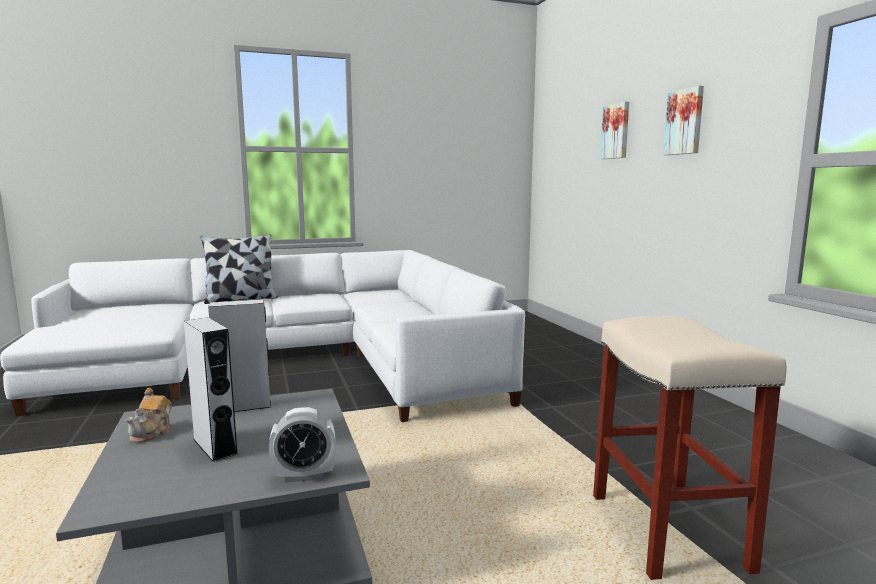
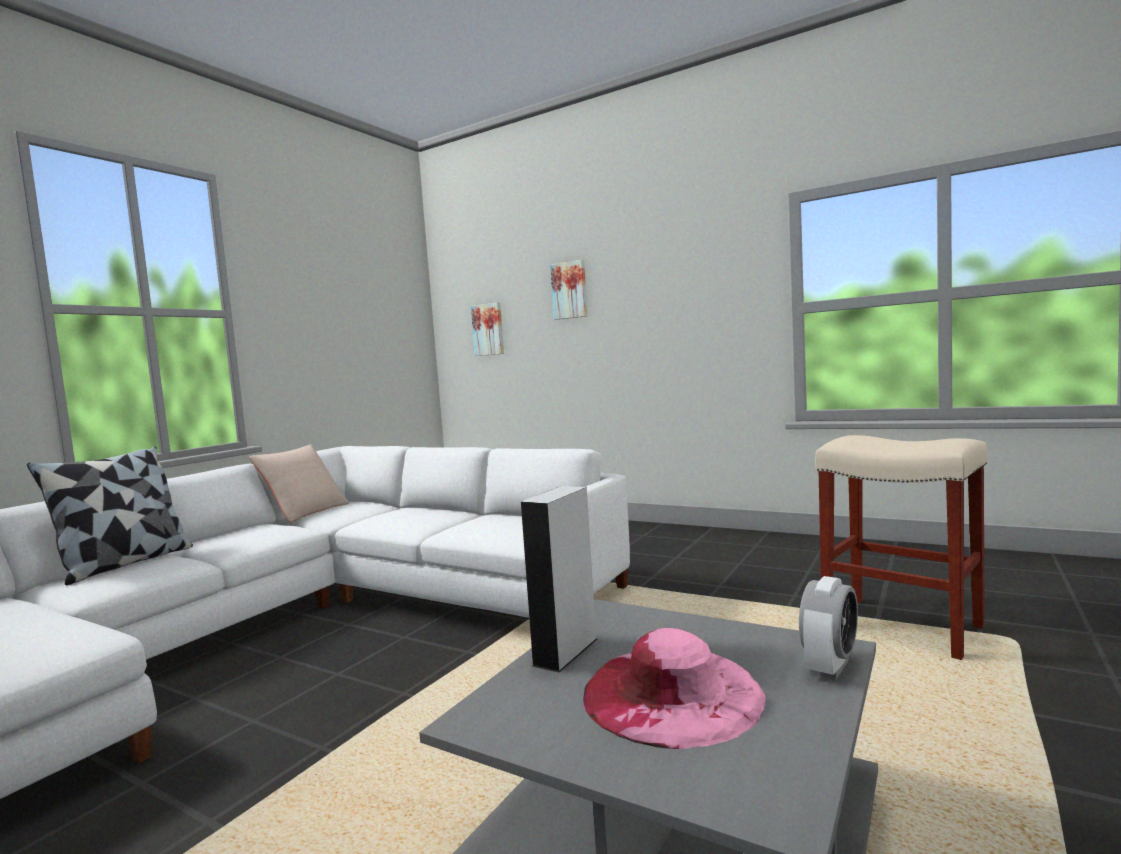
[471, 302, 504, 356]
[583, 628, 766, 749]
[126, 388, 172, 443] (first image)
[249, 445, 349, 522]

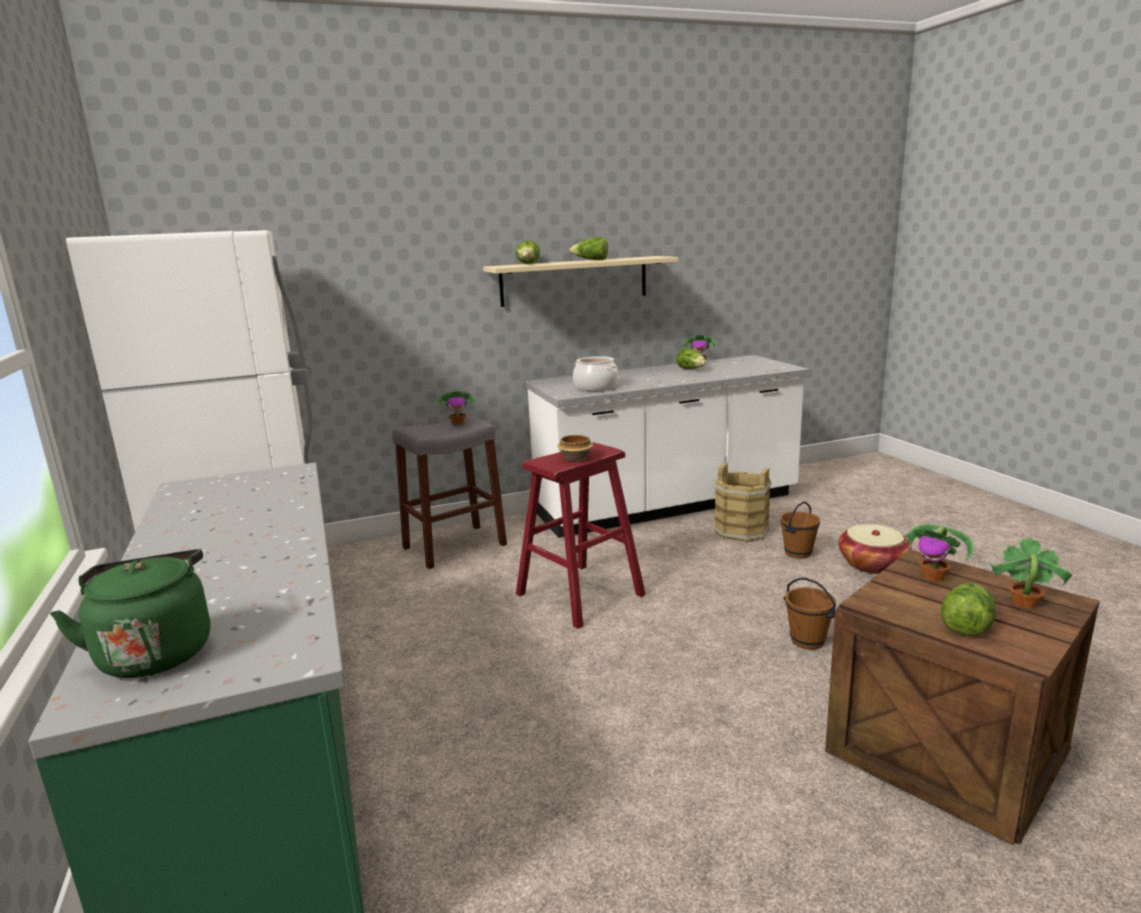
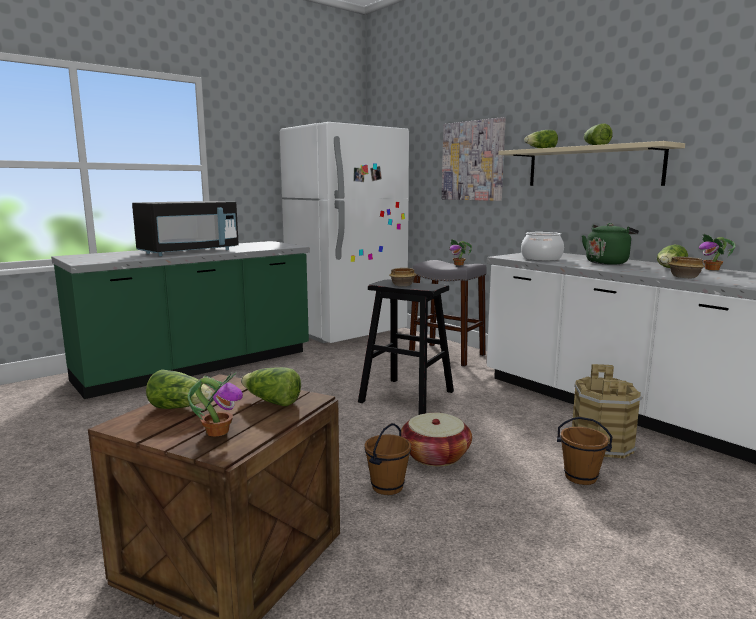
[358, 280, 454, 415]
[401, 413, 472, 466]
[241, 367, 301, 406]
[582, 223, 639, 265]
[442, 117, 506, 201]
[132, 201, 239, 256]
[668, 256, 705, 278]

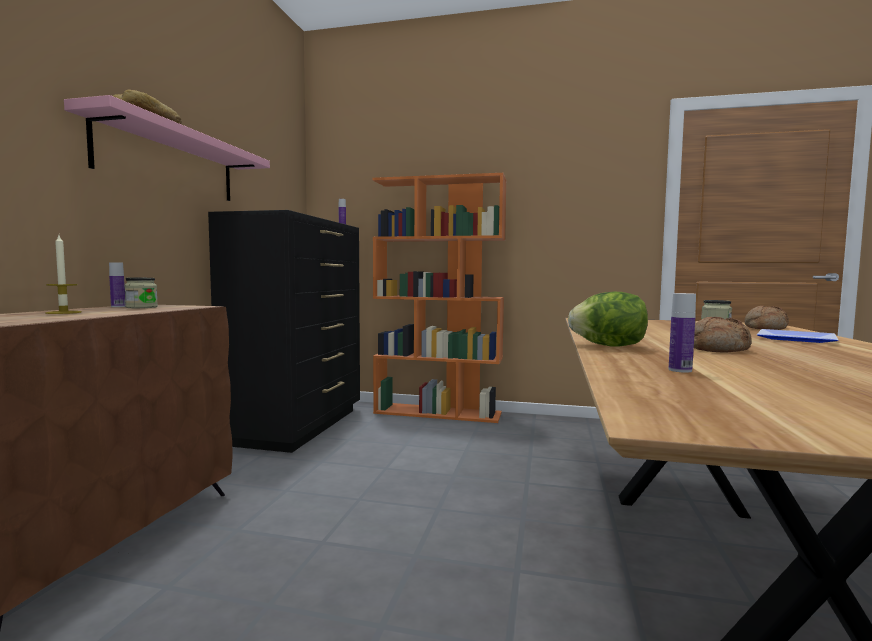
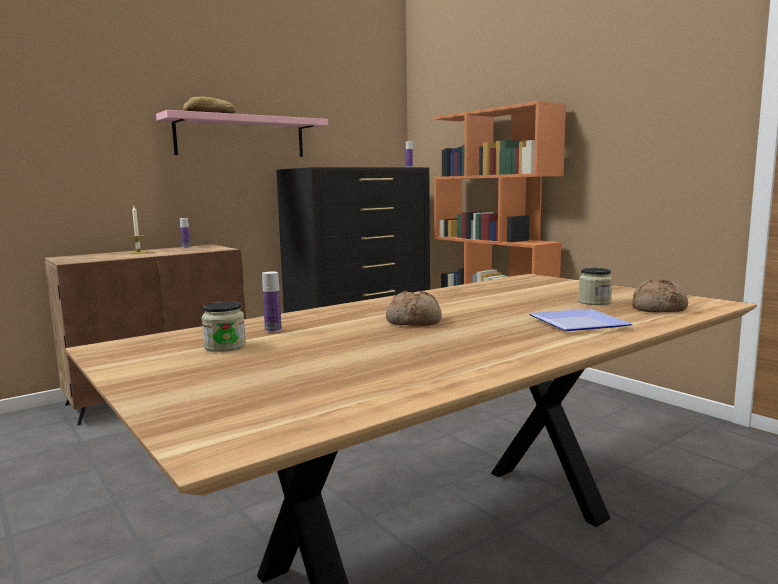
[202, 301, 246, 352]
[568, 292, 648, 347] (first image)

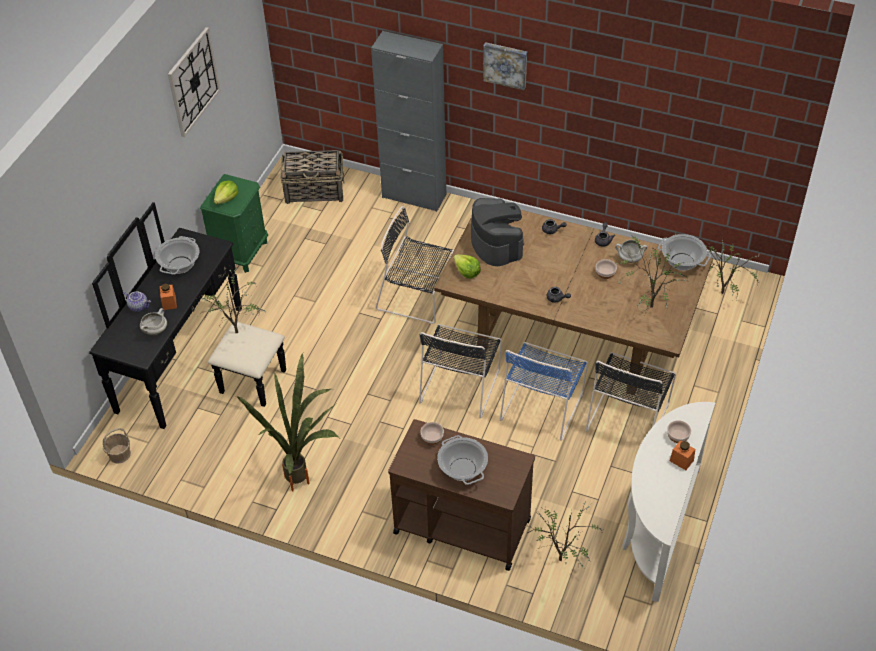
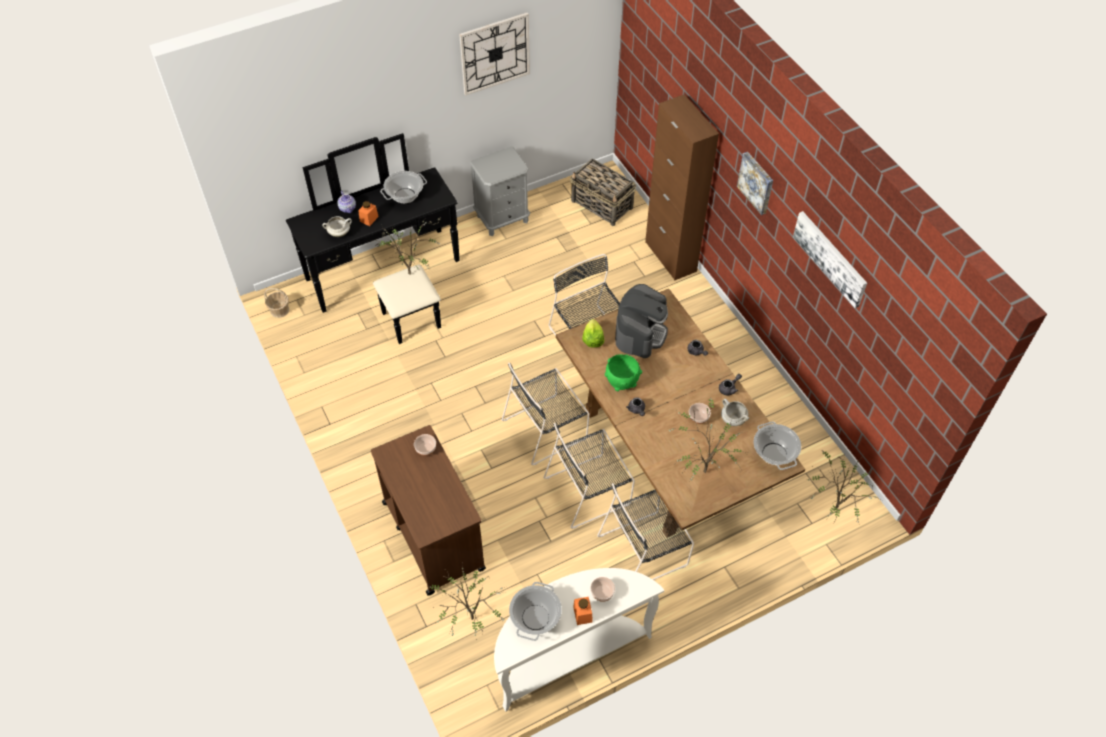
[645, 95, 719, 281]
[469, 146, 530, 236]
[214, 180, 238, 204] (first image)
[544, 423, 635, 529]
[236, 353, 338, 491] (first image)
[509, 582, 562, 641]
[793, 211, 867, 308]
[605, 354, 642, 391]

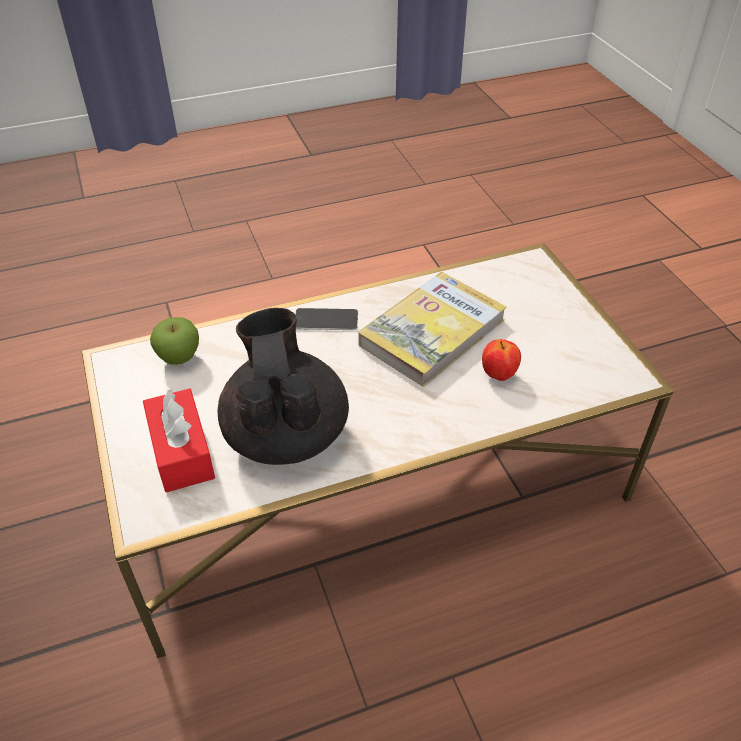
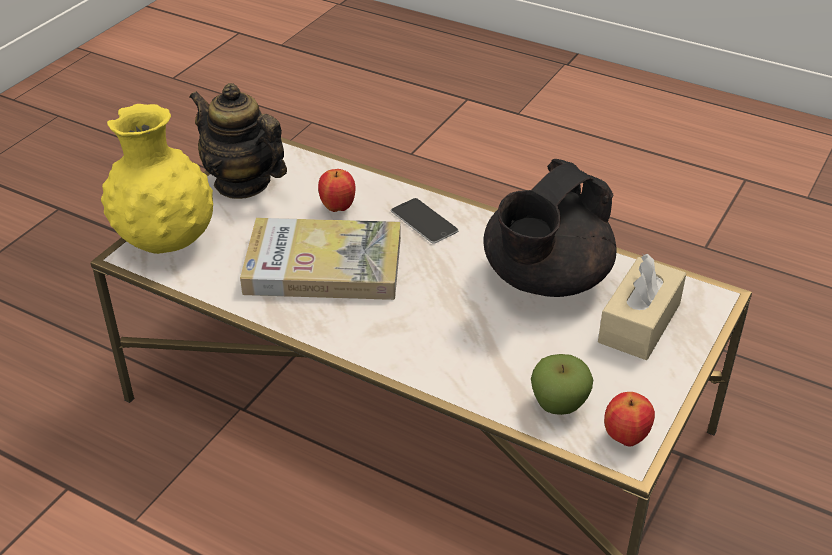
[391, 198, 459, 244]
[598, 254, 686, 360]
[189, 83, 287, 199]
[101, 104, 213, 254]
[604, 392, 655, 446]

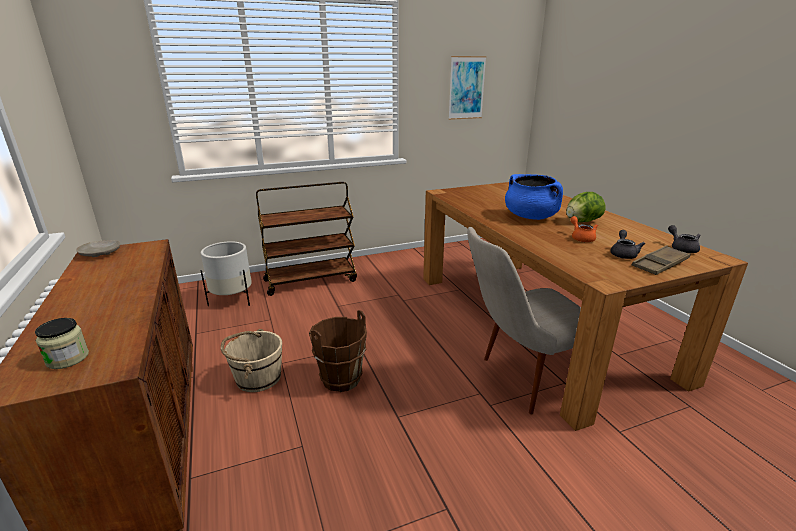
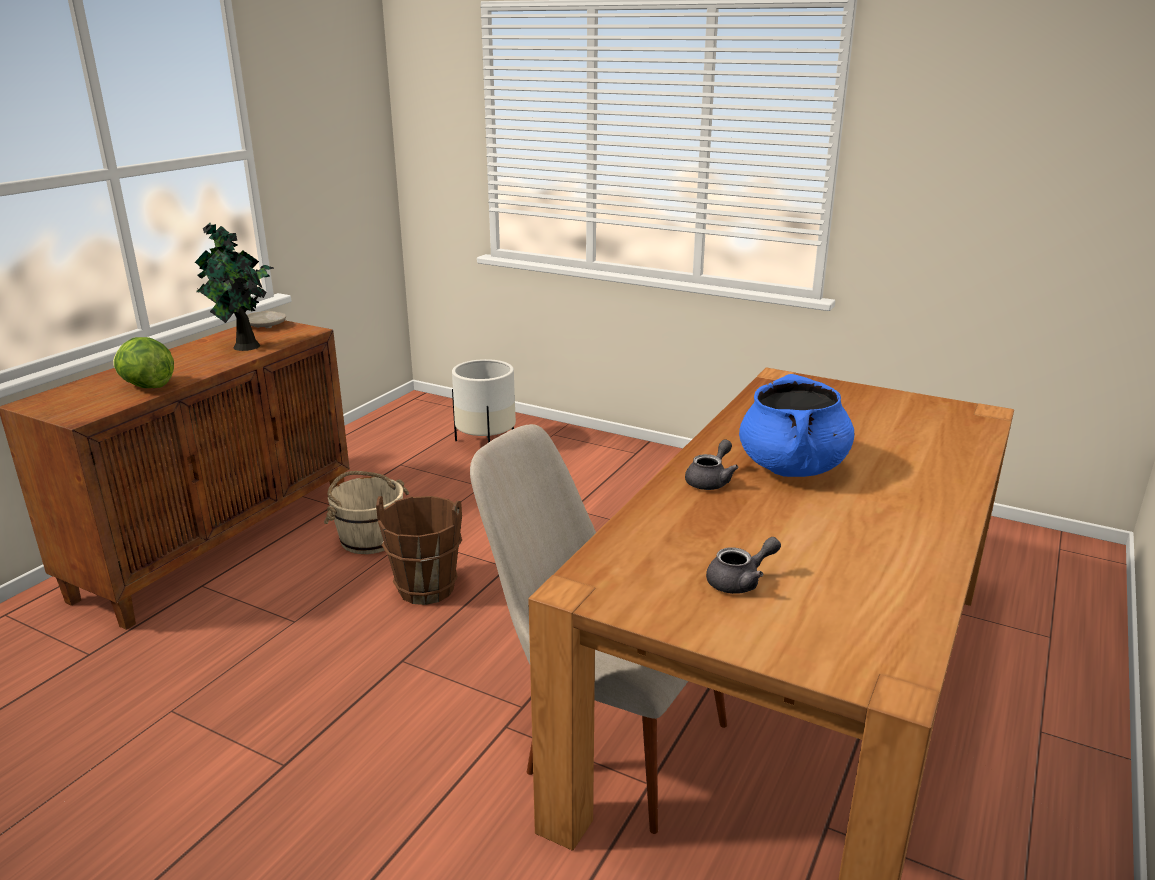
[448, 56, 486, 120] (first image)
[256, 182, 357, 296] (first image)
[113, 337, 174, 388]
[570, 216, 598, 242] (first image)
[685, 440, 739, 490]
[632, 245, 691, 275] (first image)
[35, 318, 89, 369] (first image)
[195, 223, 274, 351]

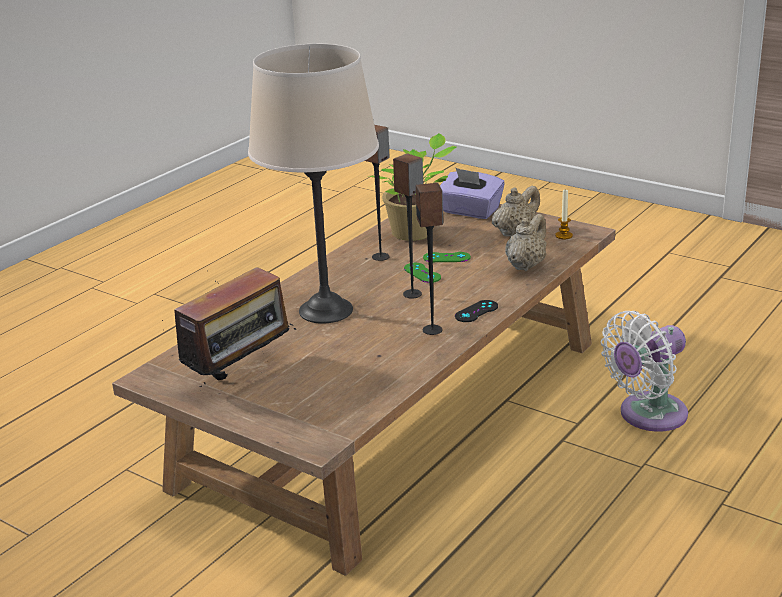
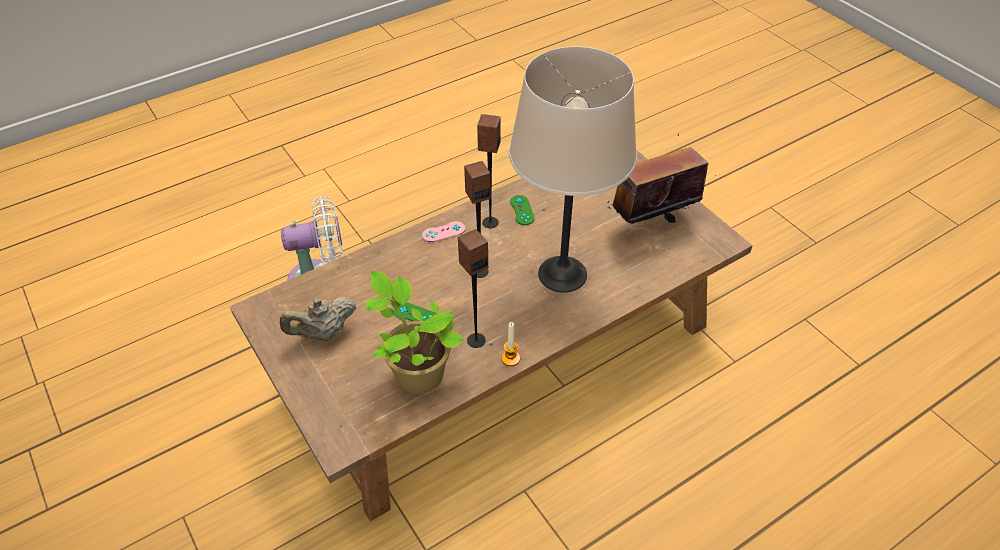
[440, 168, 505, 219] (first image)
[501, 322, 520, 366]
[505, 214, 547, 271] (first image)
[510, 195, 535, 225]
[422, 221, 465, 242]

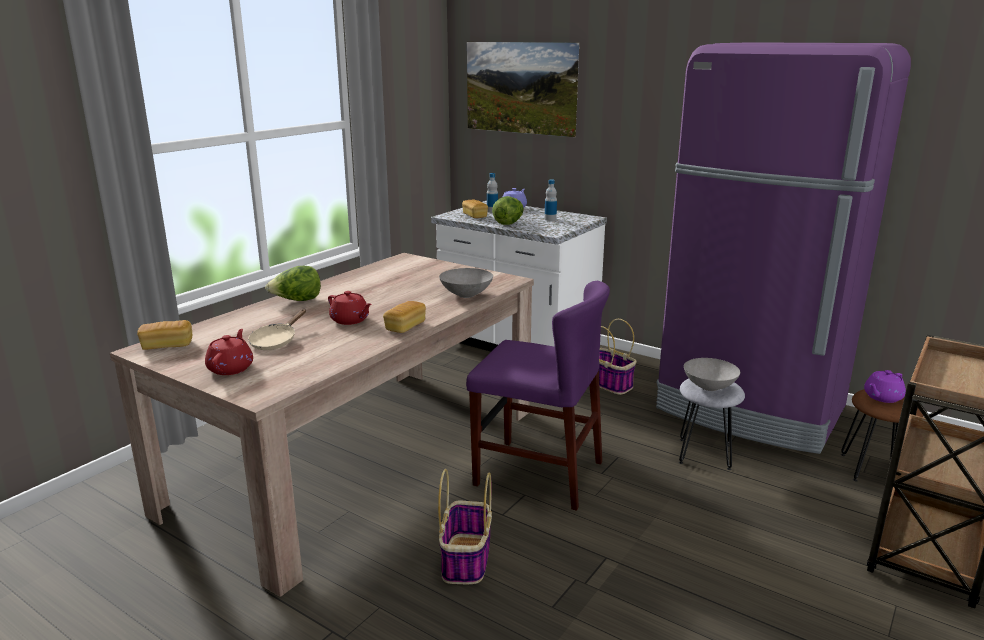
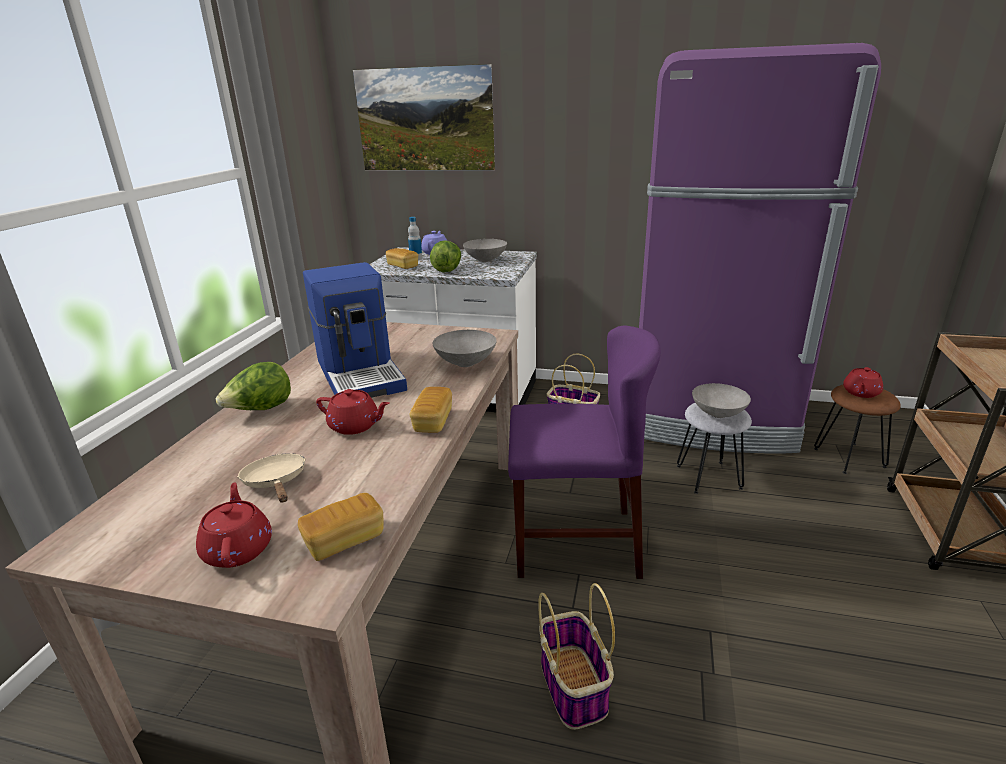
[463, 239, 507, 262]
[237, 453, 306, 503]
[298, 493, 384, 561]
[843, 367, 883, 398]
[303, 262, 407, 398]

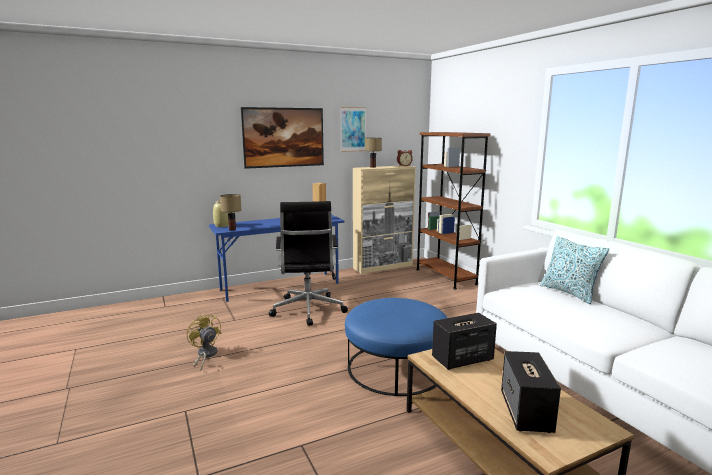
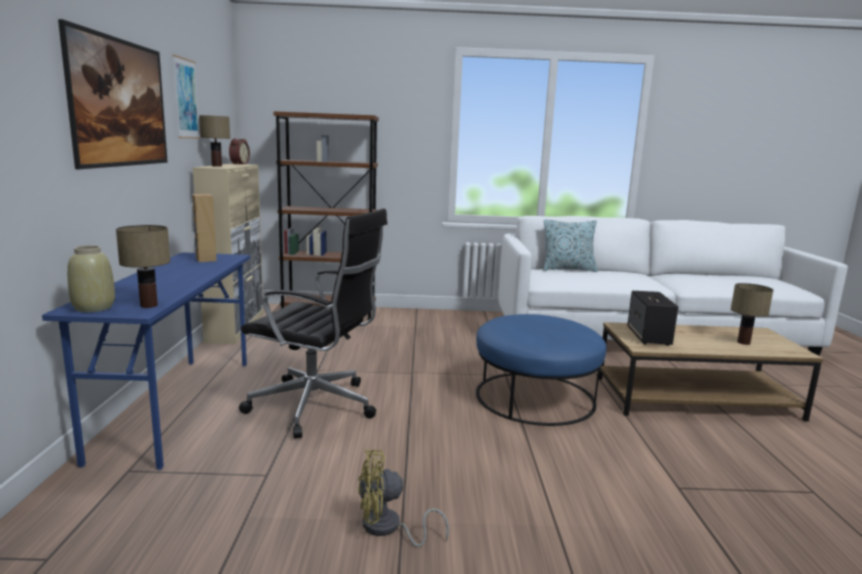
[731, 283, 773, 345]

